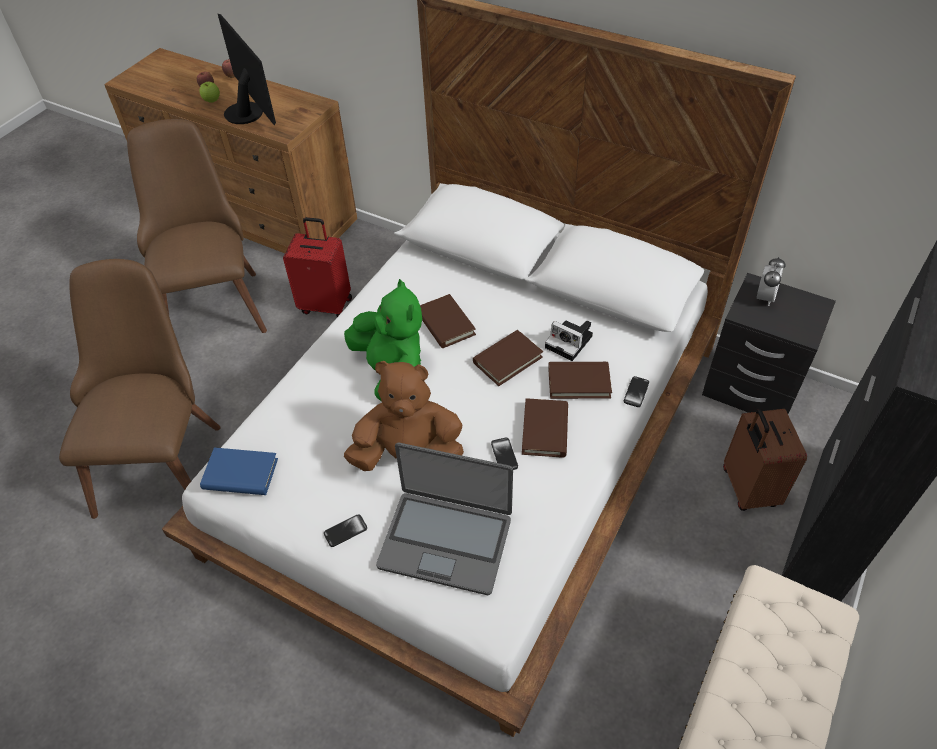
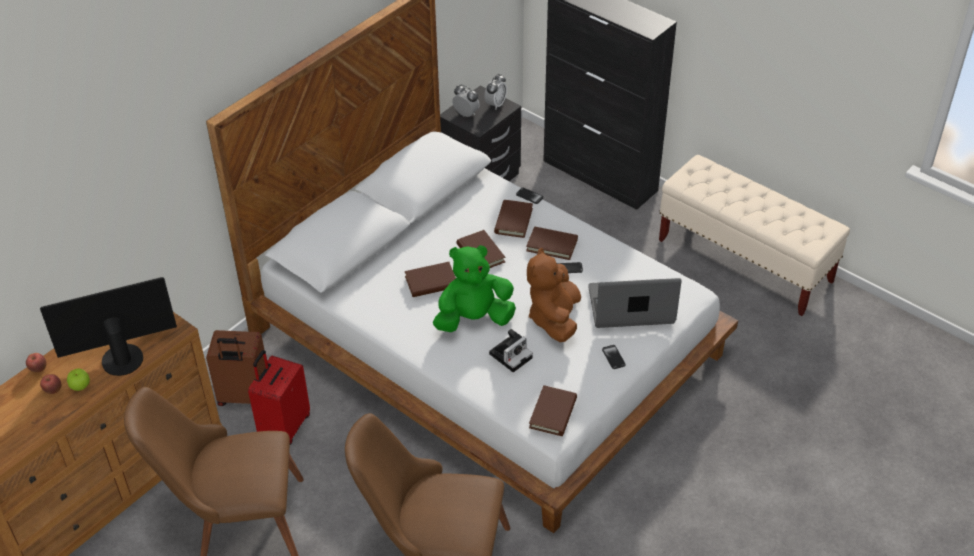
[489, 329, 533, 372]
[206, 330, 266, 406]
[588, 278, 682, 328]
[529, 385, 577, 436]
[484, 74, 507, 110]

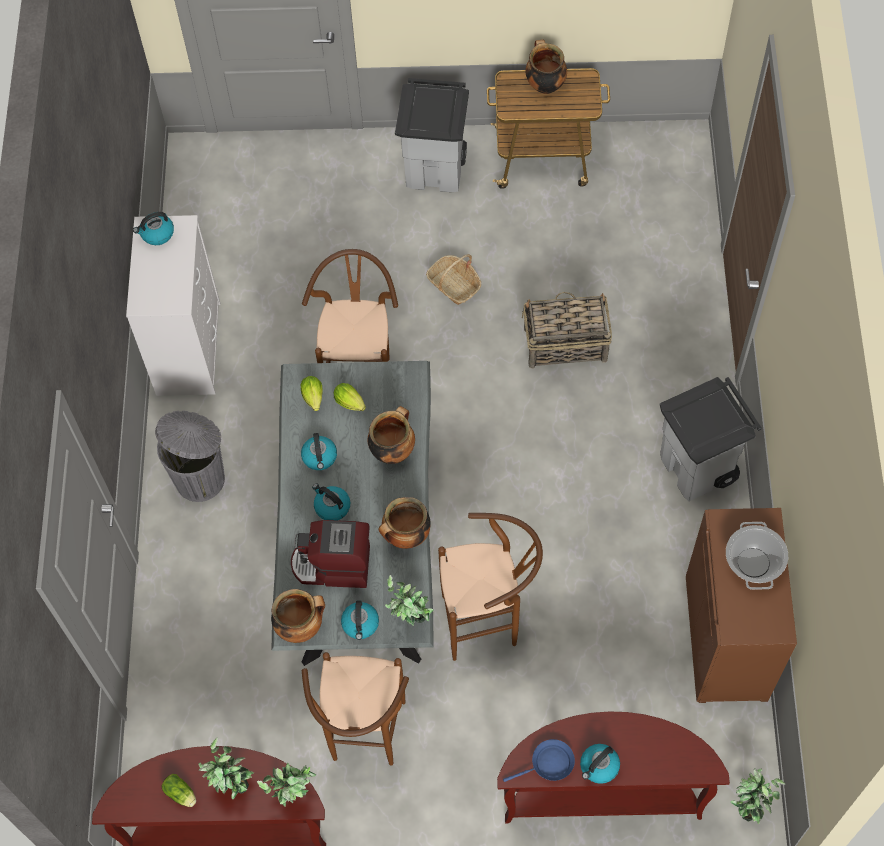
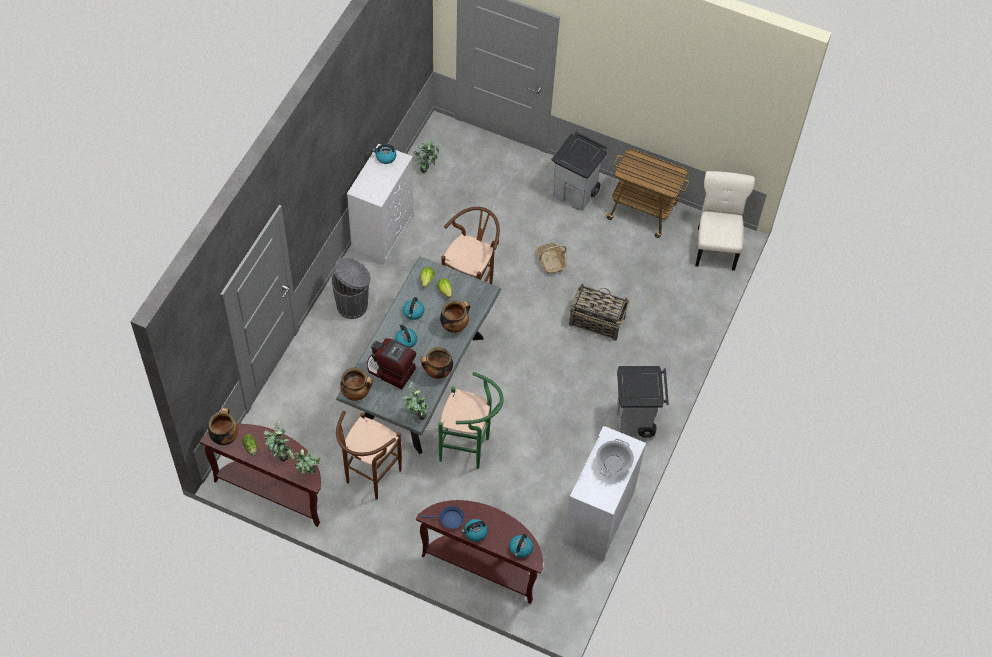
[208, 408, 238, 445]
[563, 426, 646, 561]
[439, 372, 503, 469]
[509, 534, 533, 558]
[414, 139, 440, 173]
[695, 171, 755, 271]

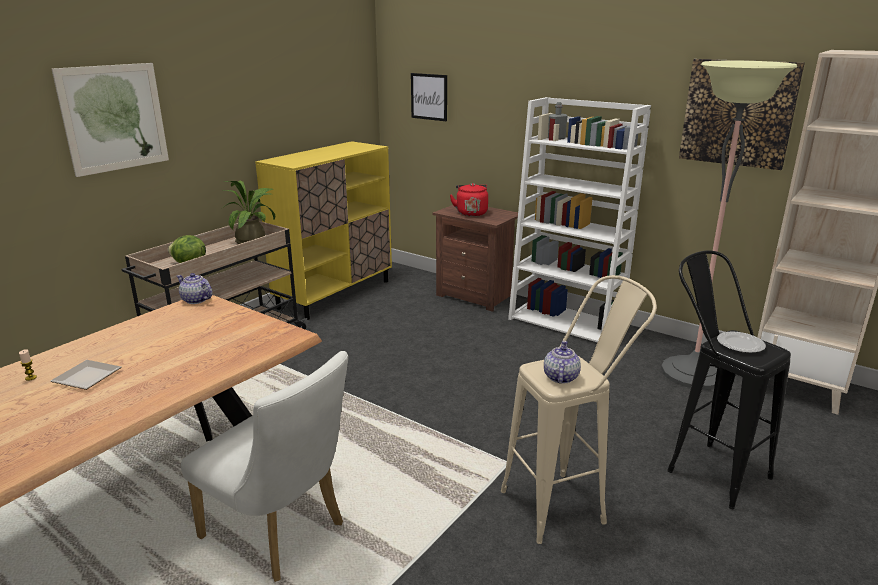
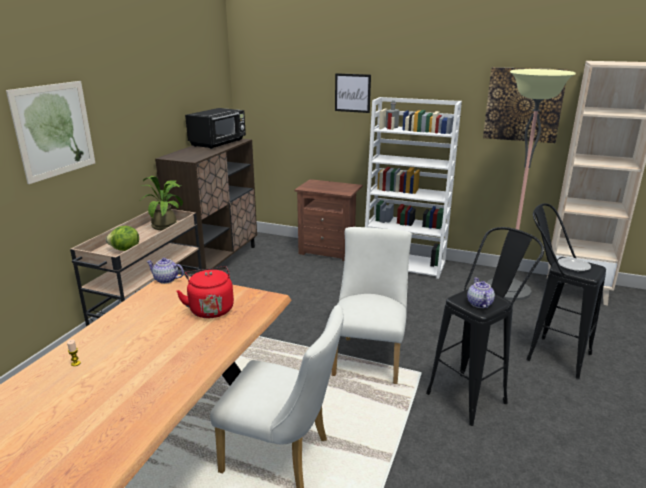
[335, 73, 371, 113]
[155, 139, 257, 271]
[176, 266, 234, 318]
[426, 227, 544, 426]
[50, 360, 121, 390] (first image)
[185, 108, 246, 149]
[332, 227, 412, 384]

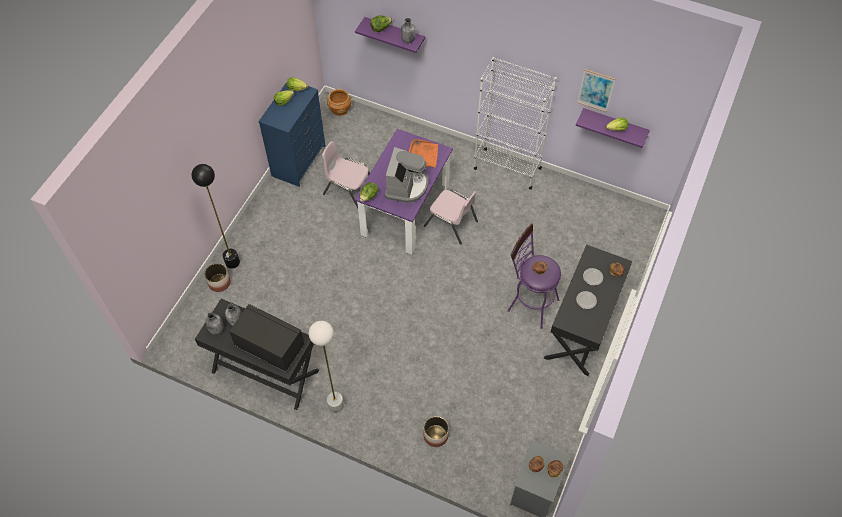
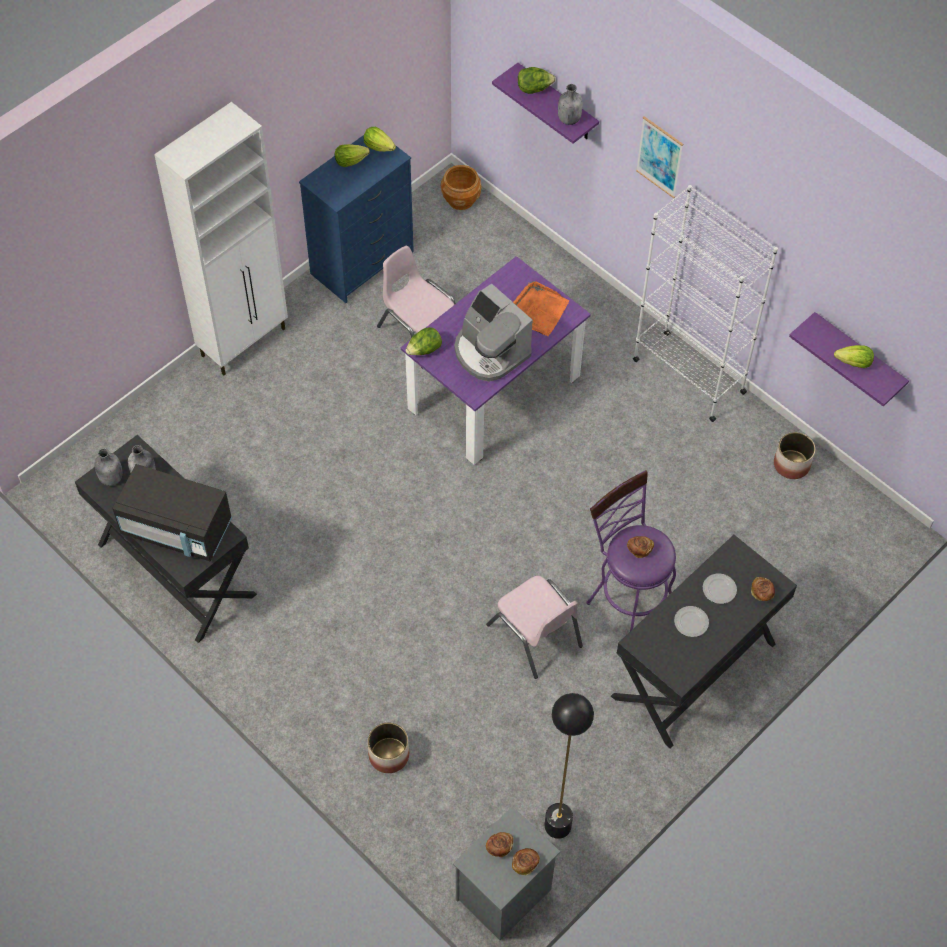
[636, 116, 683, 198]
[454, 283, 532, 382]
[545, 693, 594, 839]
[486, 576, 583, 679]
[774, 432, 815, 479]
[112, 464, 232, 561]
[308, 321, 344, 413] (first image)
[154, 102, 288, 376]

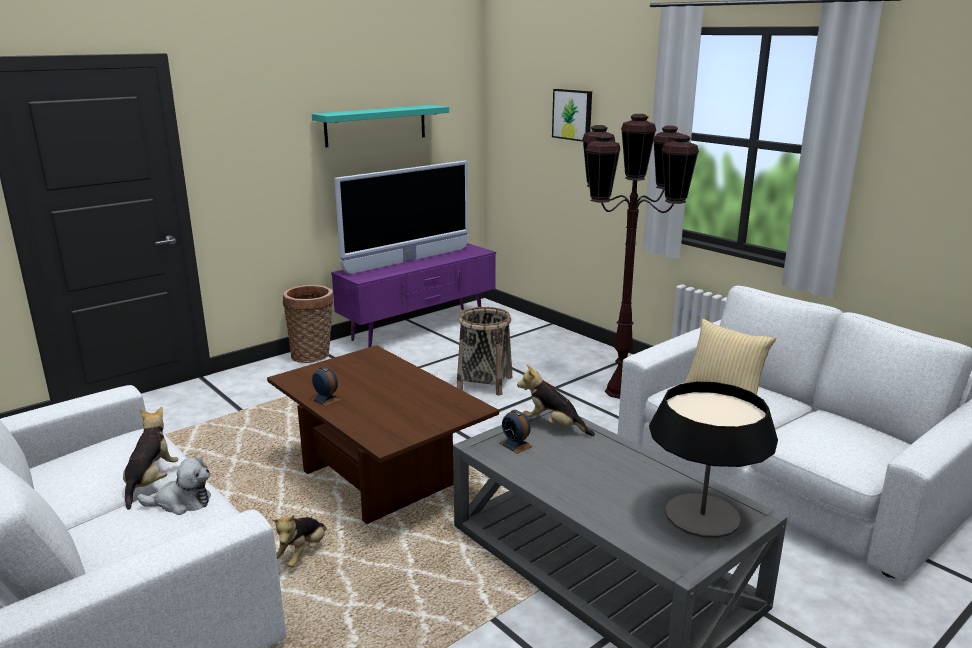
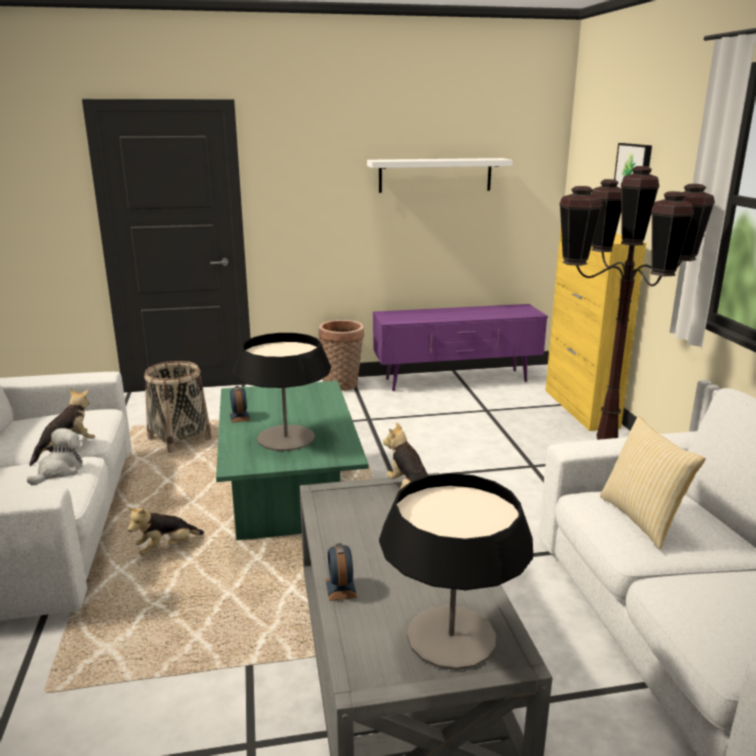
[367, 158, 513, 193]
[334, 161, 468, 274] (first image)
[144, 361, 212, 453]
[216, 381, 369, 540]
[325, 543, 357, 601]
[27, 428, 83, 485]
[545, 227, 646, 431]
[233, 333, 331, 451]

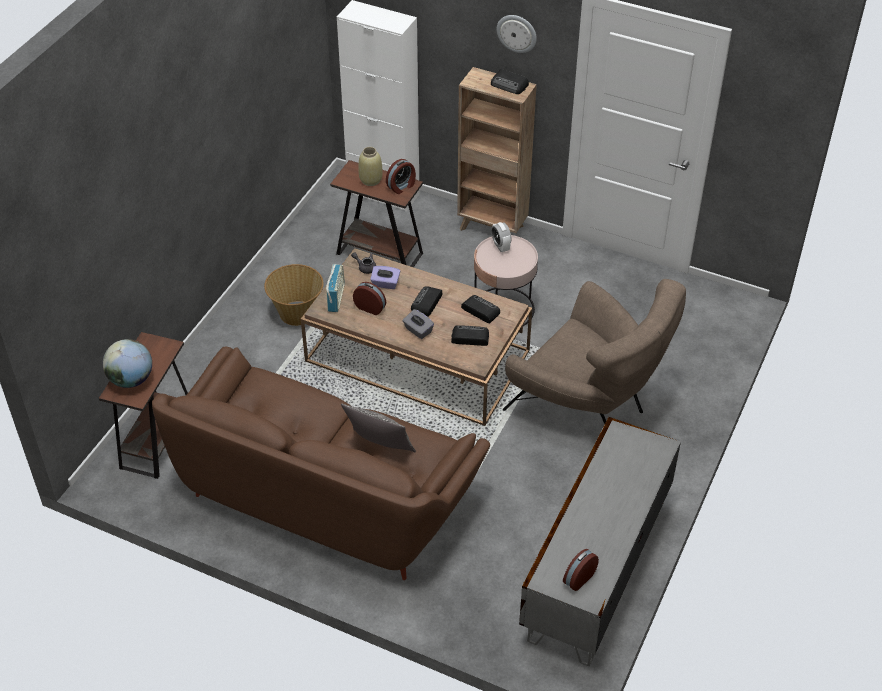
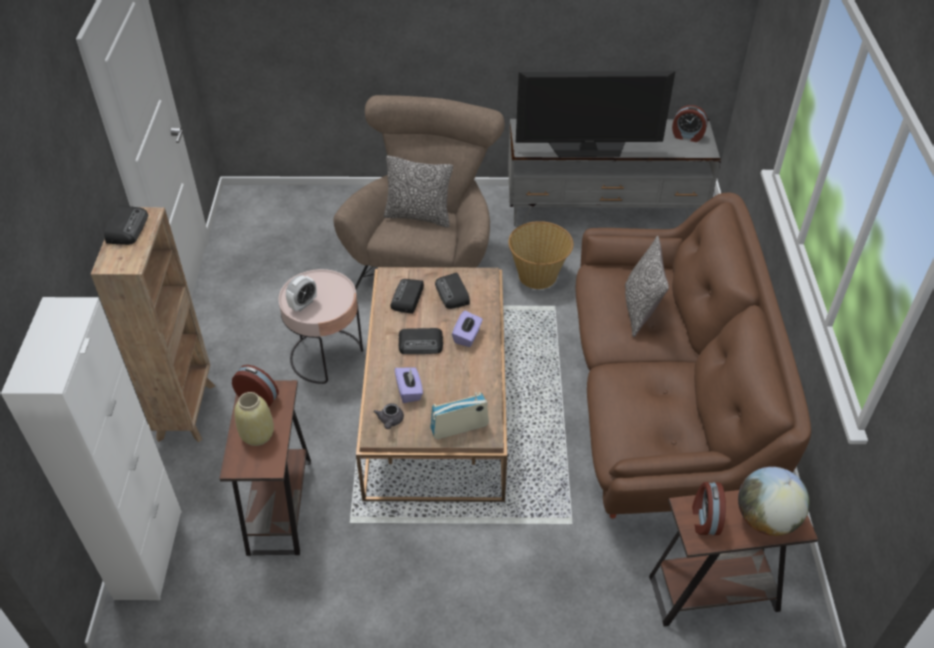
[497, 15, 537, 53] (first image)
[508, 221, 573, 289]
[692, 482, 726, 535]
[452, 311, 483, 347]
[516, 70, 676, 157]
[384, 155, 453, 227]

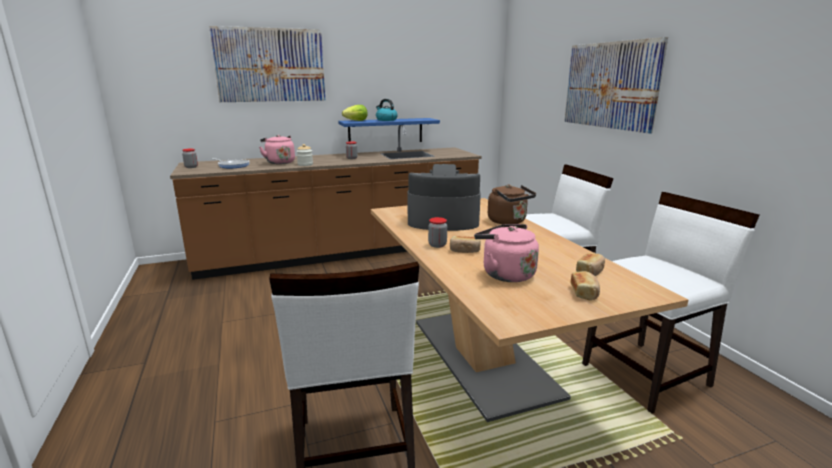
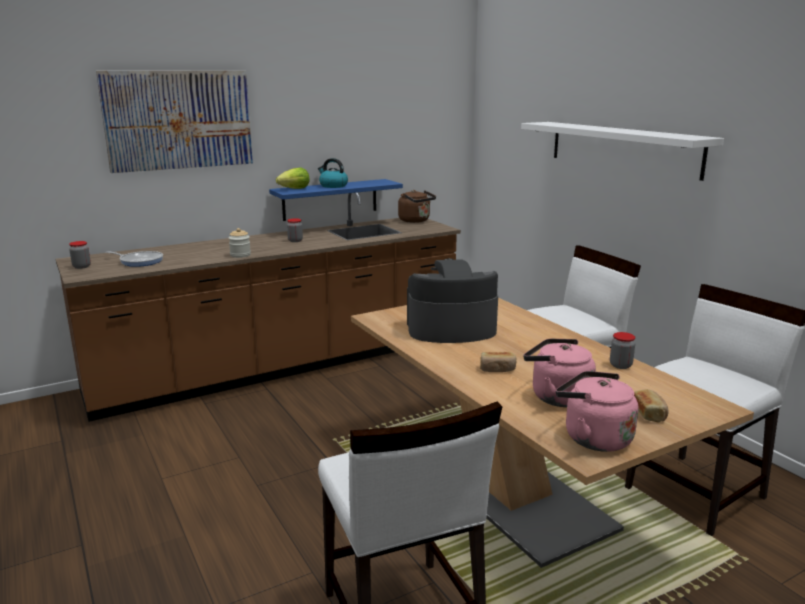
[521, 122, 724, 181]
[556, 371, 638, 452]
[398, 190, 436, 223]
[610, 332, 635, 369]
[576, 253, 605, 276] (first image)

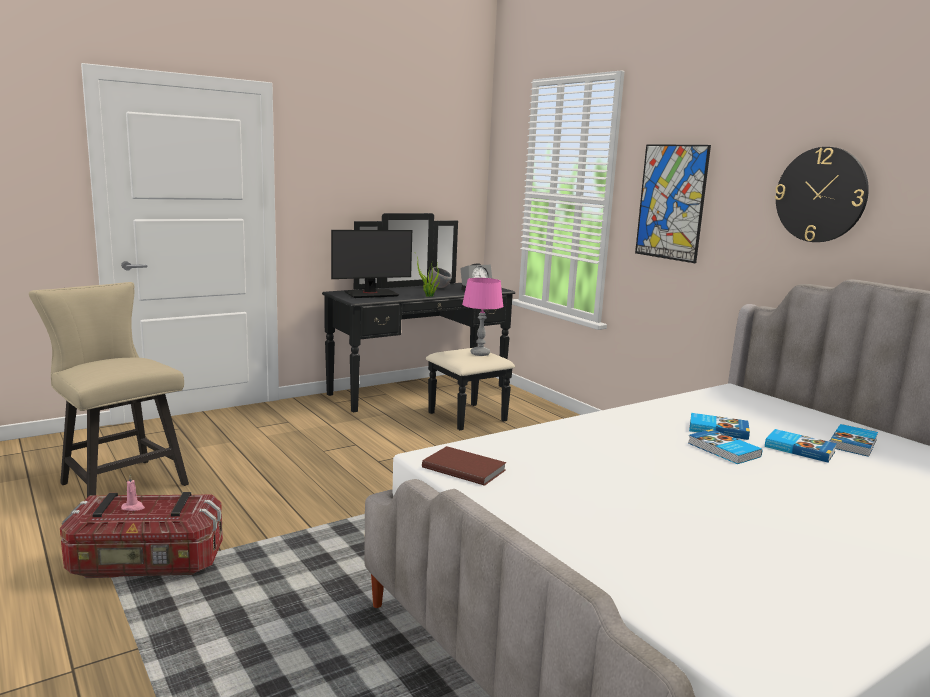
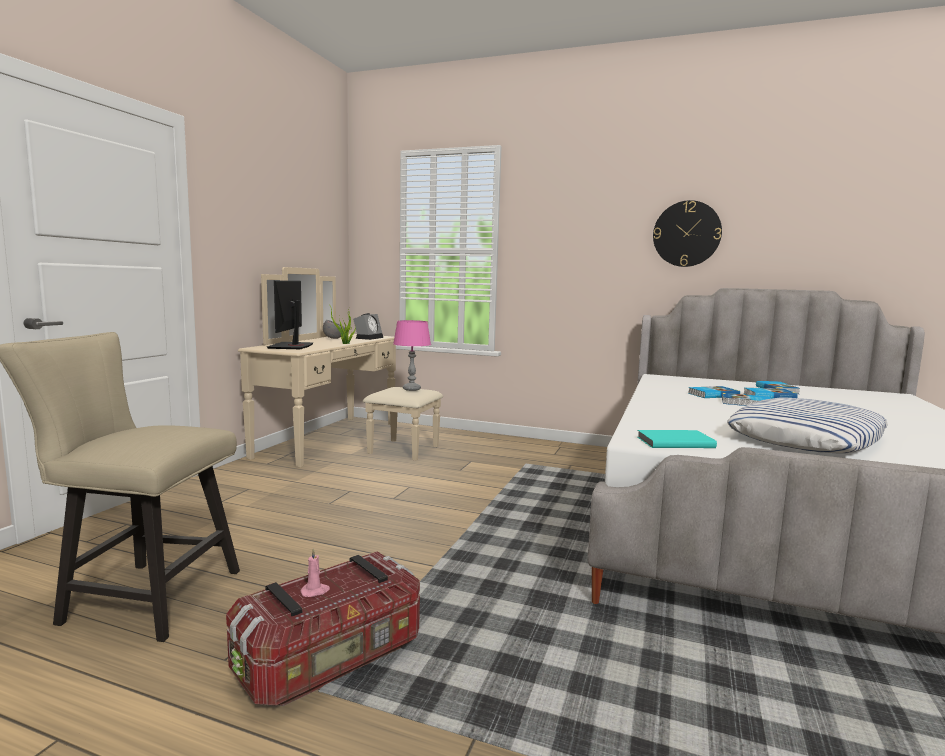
[635, 144, 711, 263] (first image)
[238, 267, 443, 467]
[267, 280, 314, 349]
[638, 430, 717, 448]
[727, 397, 888, 454]

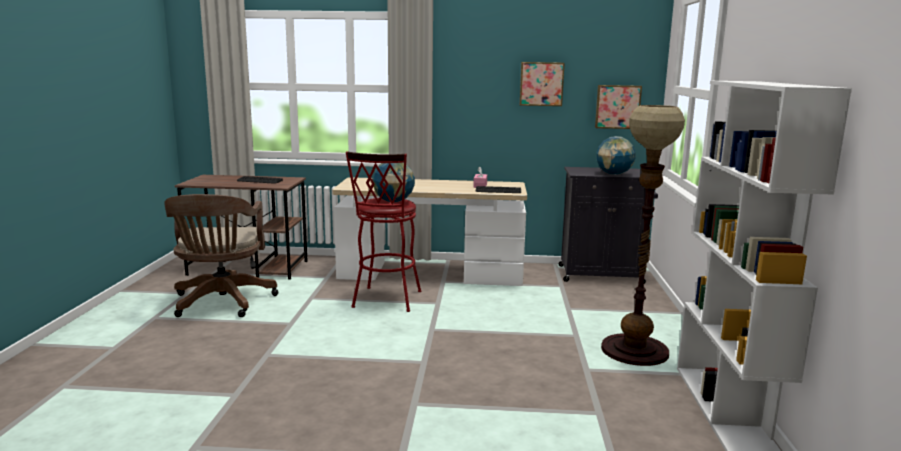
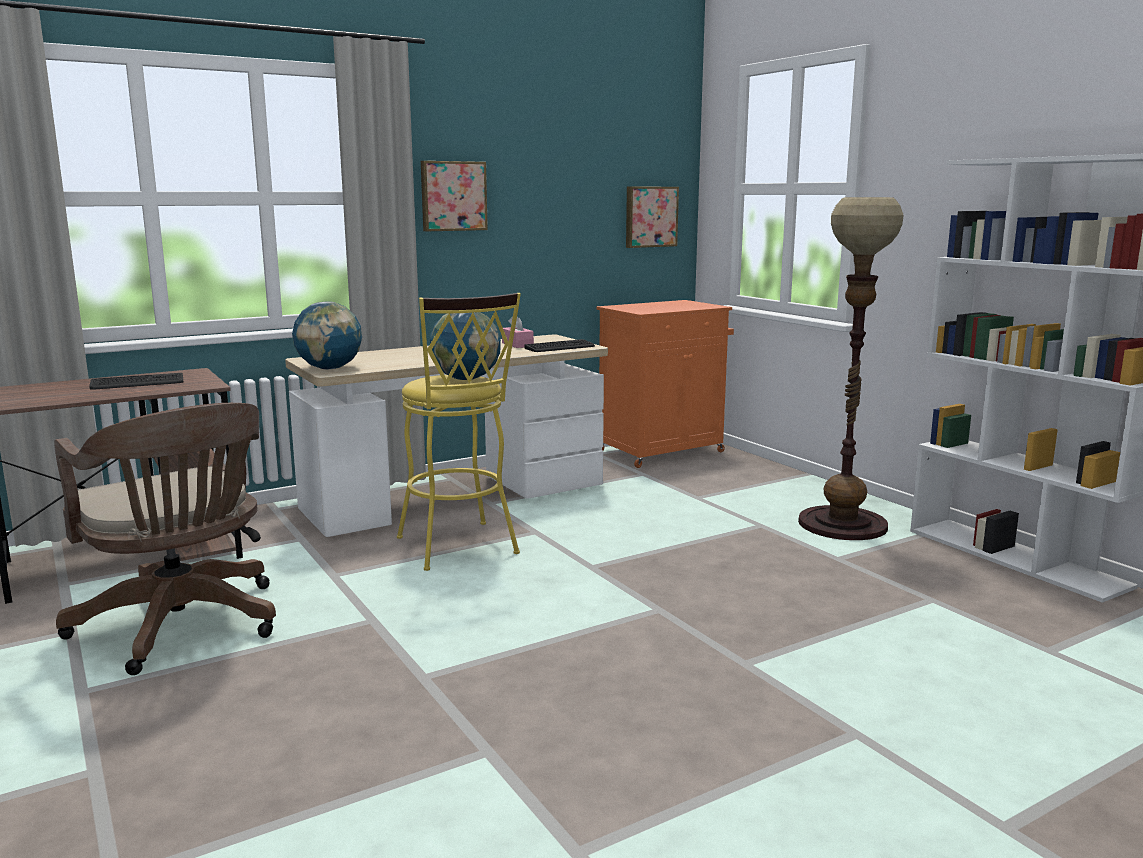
[421, 161, 488, 231]
[292, 301, 362, 369]
[397, 293, 521, 571]
[596, 300, 734, 468]

